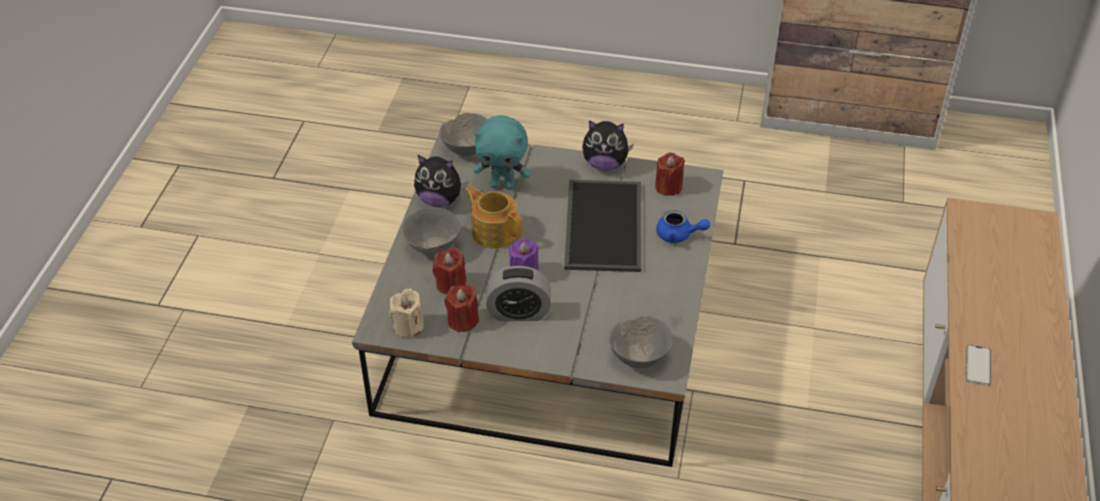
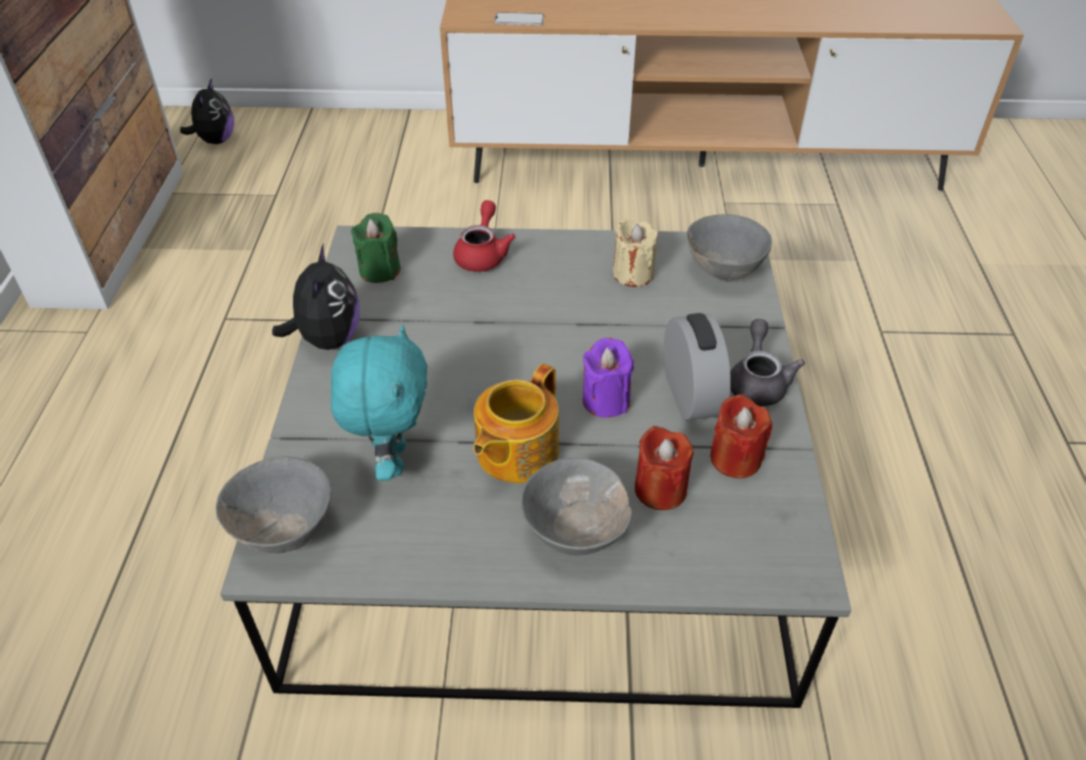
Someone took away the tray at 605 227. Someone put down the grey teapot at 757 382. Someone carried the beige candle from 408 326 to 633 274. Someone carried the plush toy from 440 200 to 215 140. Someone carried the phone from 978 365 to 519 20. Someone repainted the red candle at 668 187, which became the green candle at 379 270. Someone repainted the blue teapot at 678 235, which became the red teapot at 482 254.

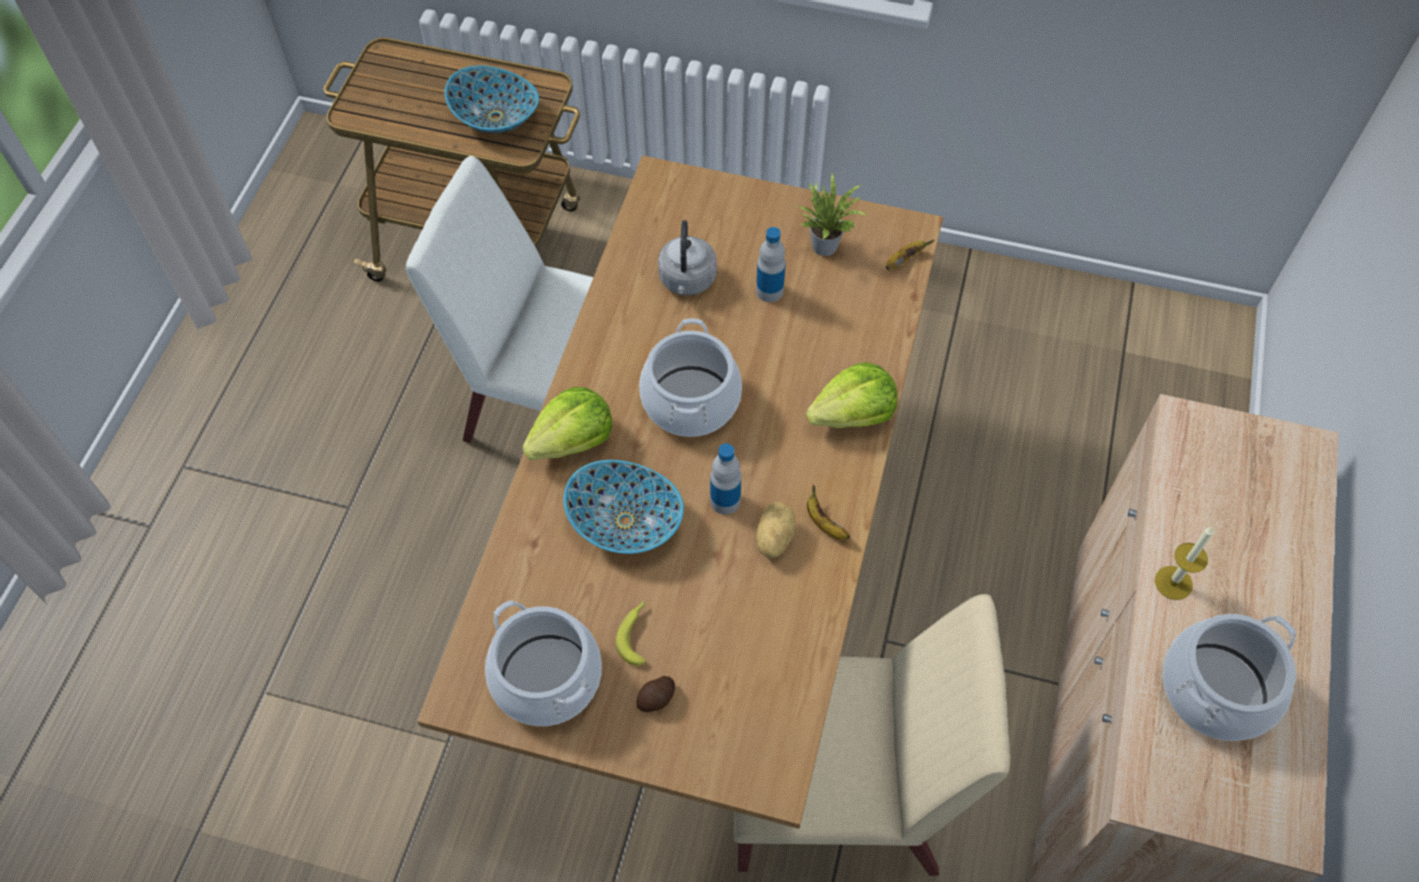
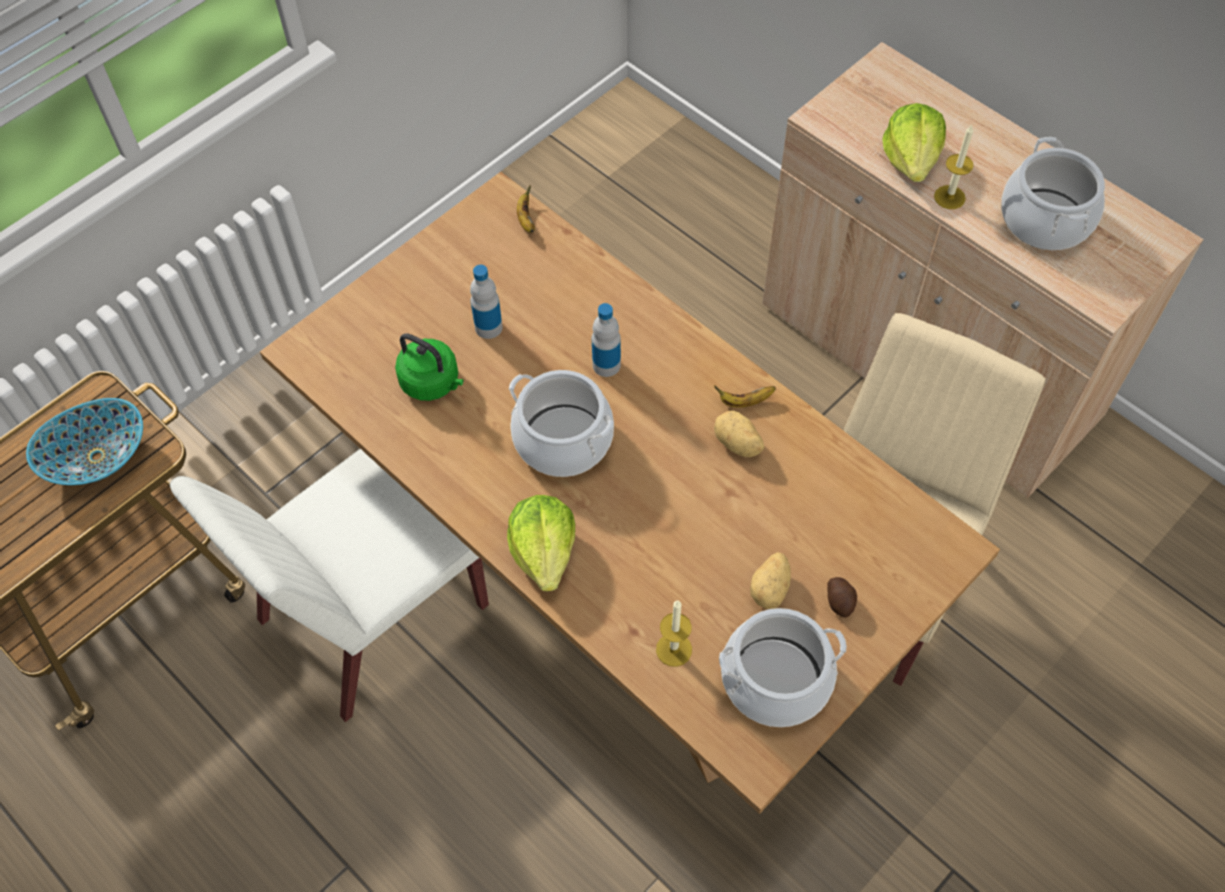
Someone took away the bowl at 625 520. Someone took away the potted plant at 825 243. Someone put down the candle at 674 649. Someone carried the bottle from 725 501 to 606 365. Someone carried the lettuce from 853 414 to 911 159. Someone swapped the banana at 636 634 for the potato at 771 589. Someone repainted the grey kettle at 687 281, which became the green kettle at 432 383.

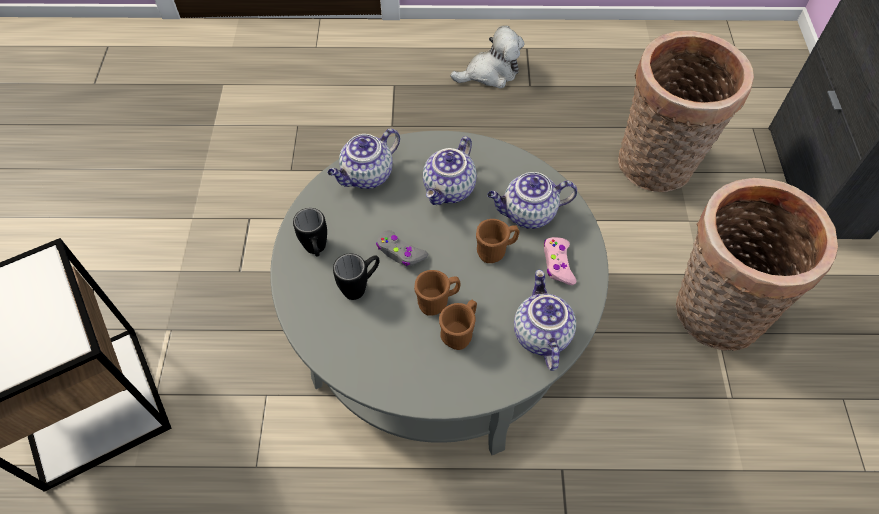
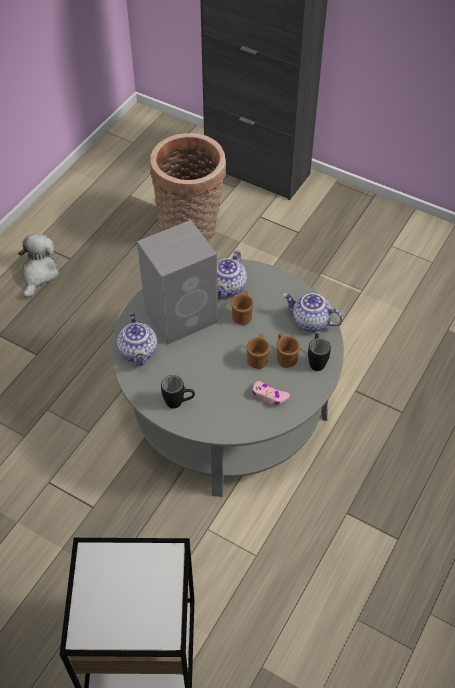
Someone took away the grey game controller at 400 252. Someone took away the basket at 712 314. Someone carried the black mug from 360 286 to 316 360. Someone carried the pink game controller from 558 264 to 269 396. Someone swapped the teapot at 450 190 for the grey speaker at 182 315.

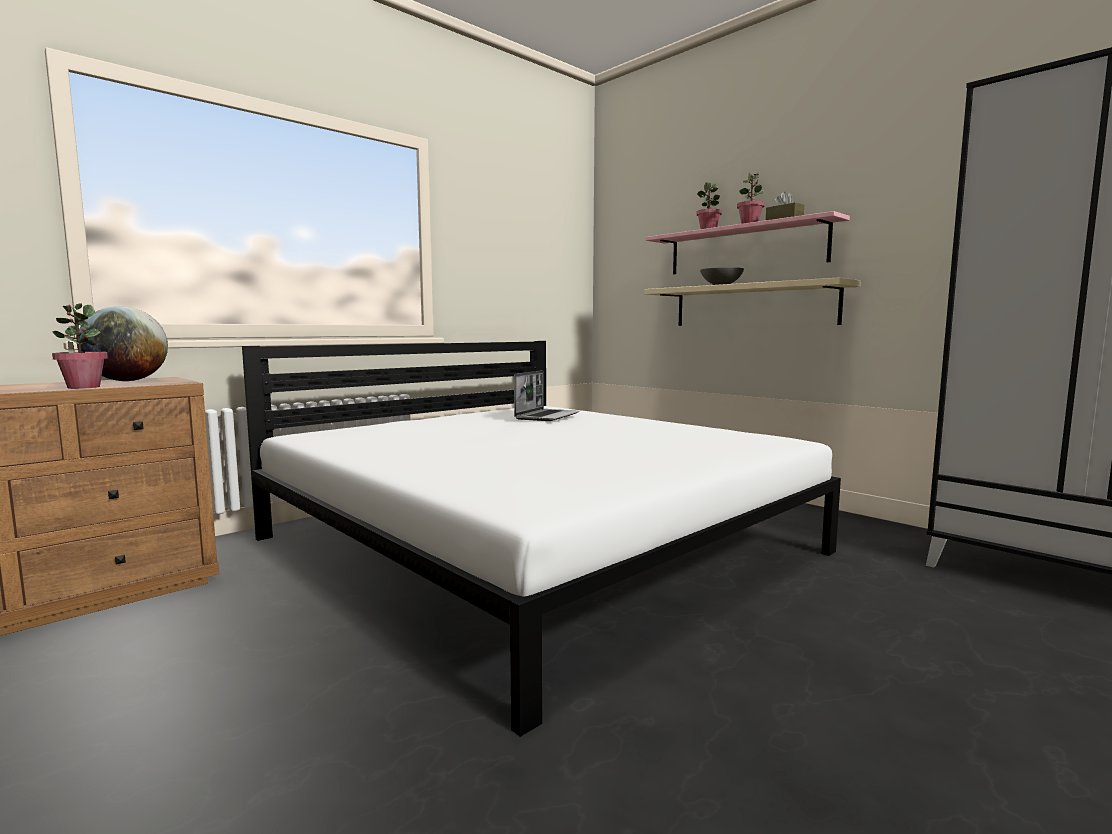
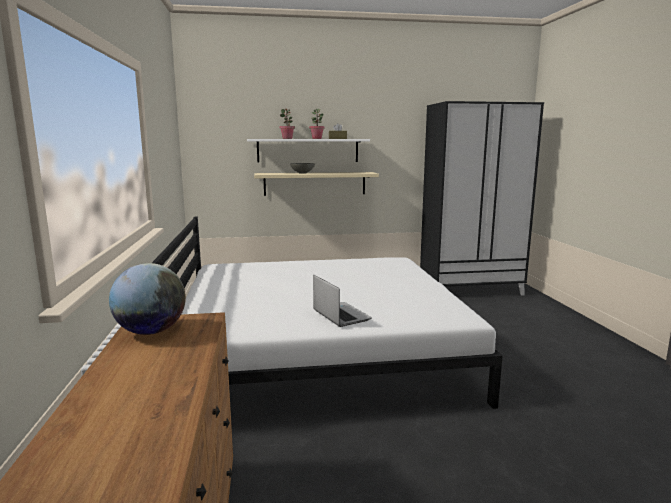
Someone took away the potted plant at 83 387. Someone carried the laptop from 547 416 to 340 315. Someone repainted the pink shelf at 745 249, which became the white shelf at 308 150.

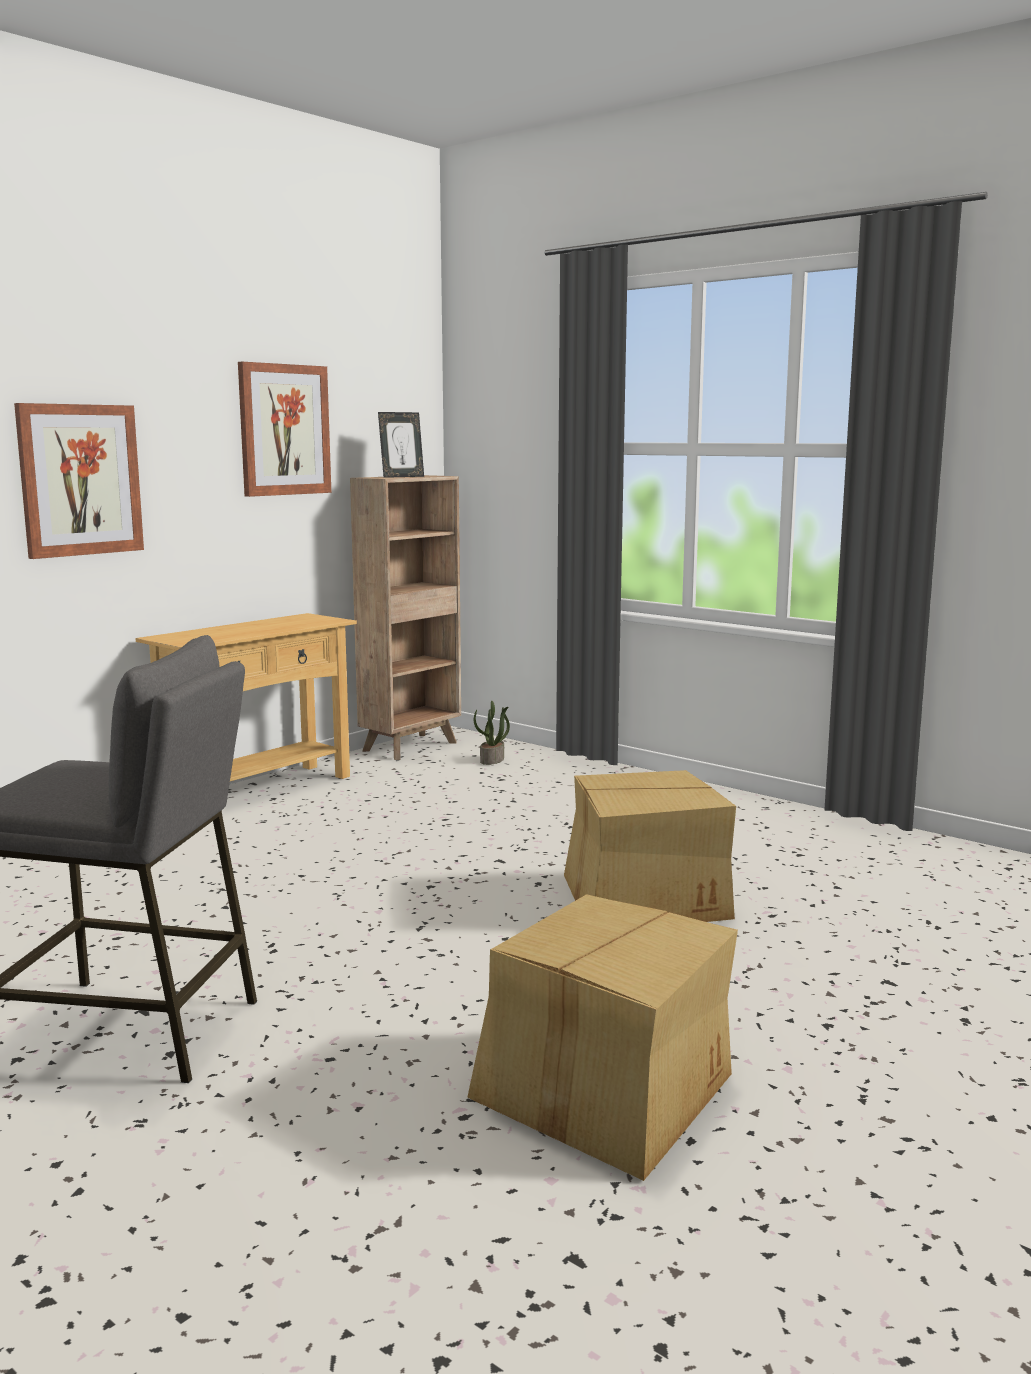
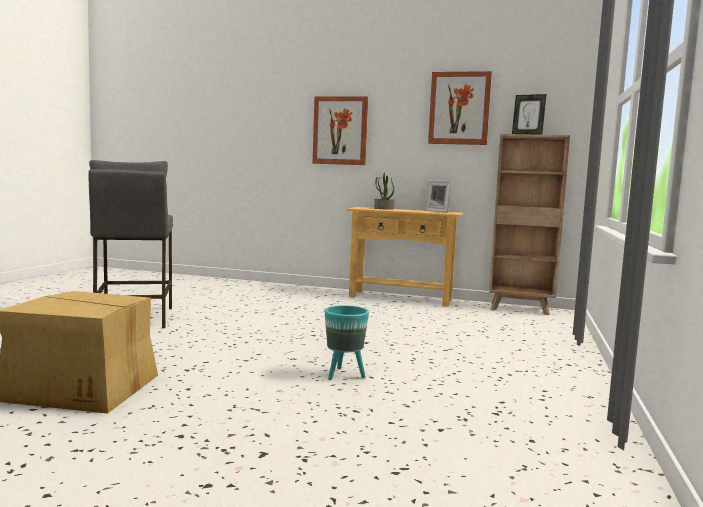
Someone put down the picture frame at 438 211. Someone carried the potted plant from 492 760 to 383 209. Someone swapped the cardboard box at 641 899 for the turquoise planter at 343 375.

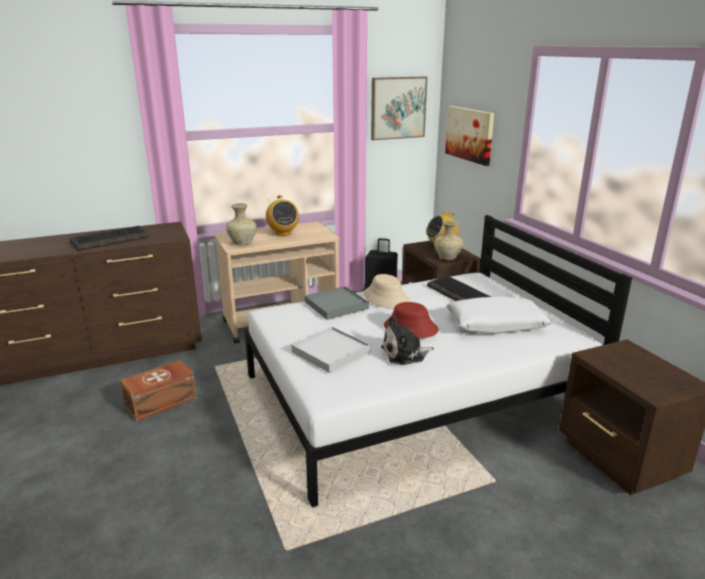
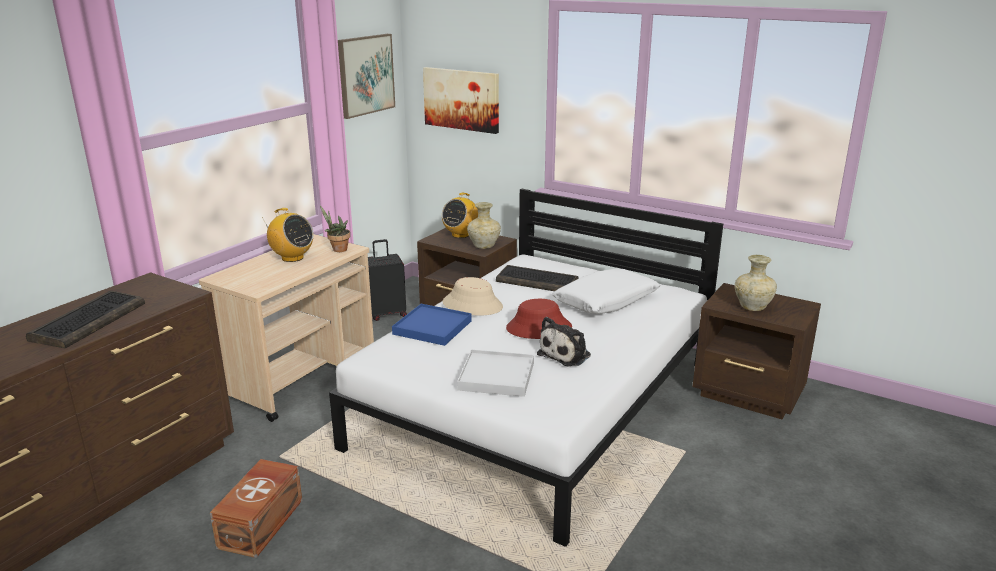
Someone put down the potted plant at 337 249. Someone carried the beige vase from 243 243 to 753 307. Someone repainted the grey tray at 336 305, which became the blue tray at 432 328.

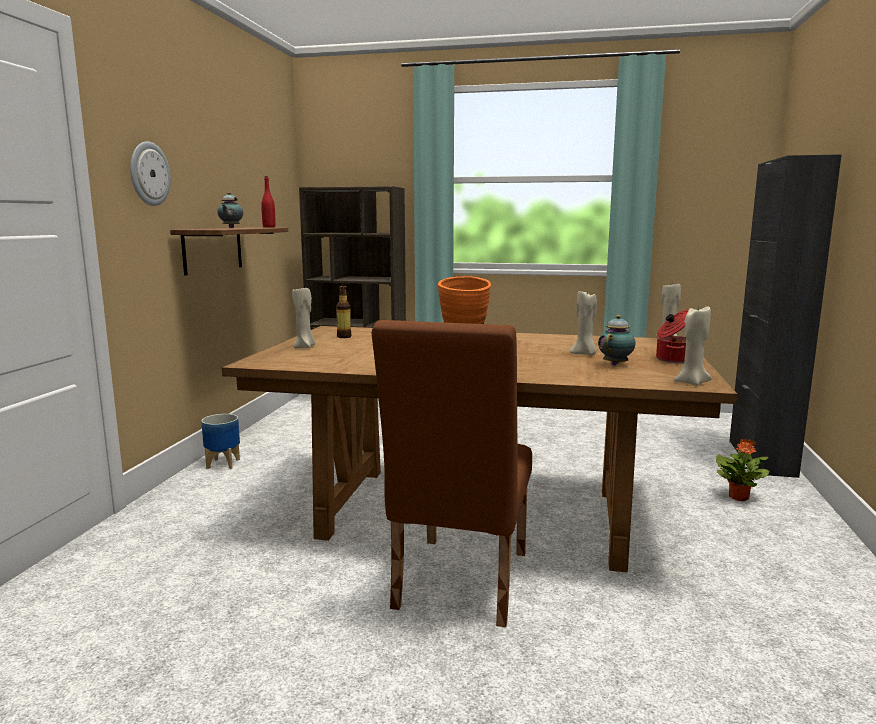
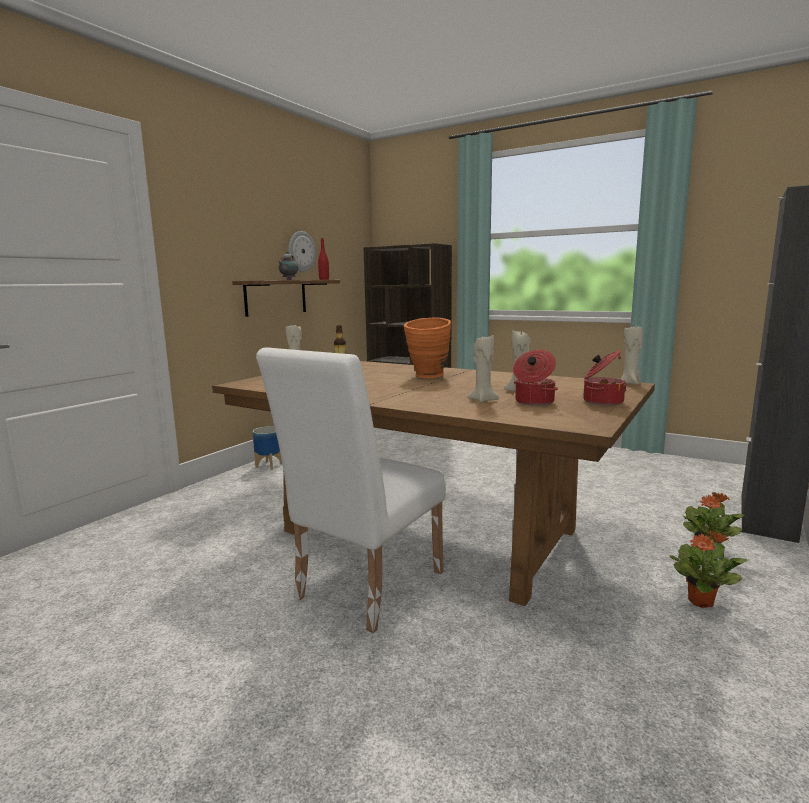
Someone put down the potted plant at 701 601. Someone carried the wall clock from 149 174 to 301 251. Someone carried the beige candle from 691 382 to 483 400. Someone swapped the teapot at 616 364 for the cooking pot at 533 402. Someone repainted the brown chair at 458 586, which became the white chair at 362 589.

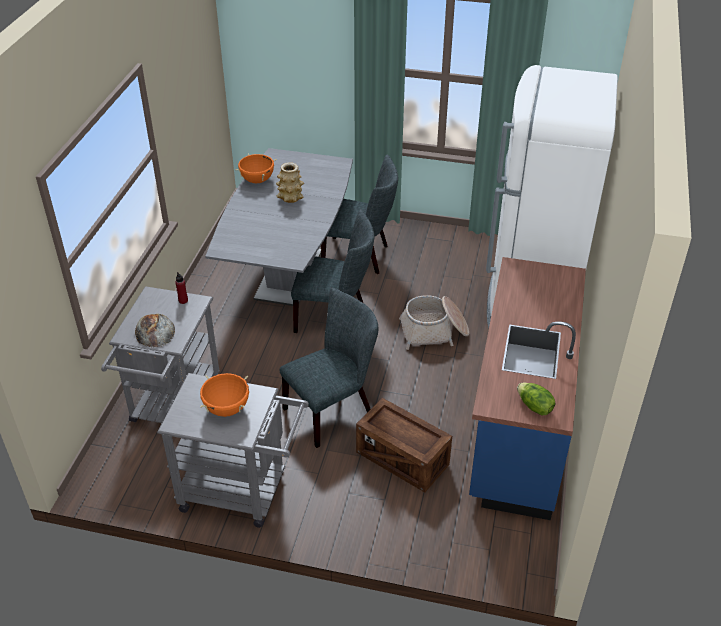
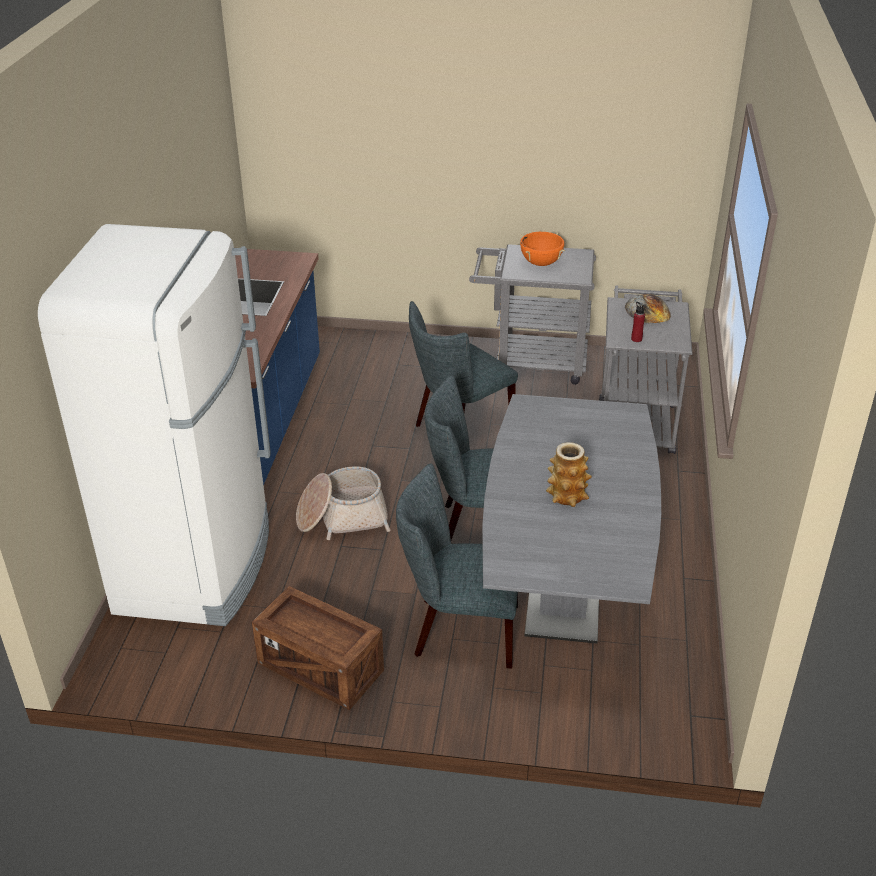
Someone took away the orange cooking pot at 257 180. Someone took away the lettuce at 534 407. Someone carried the crate from 402 459 to 321 667.

